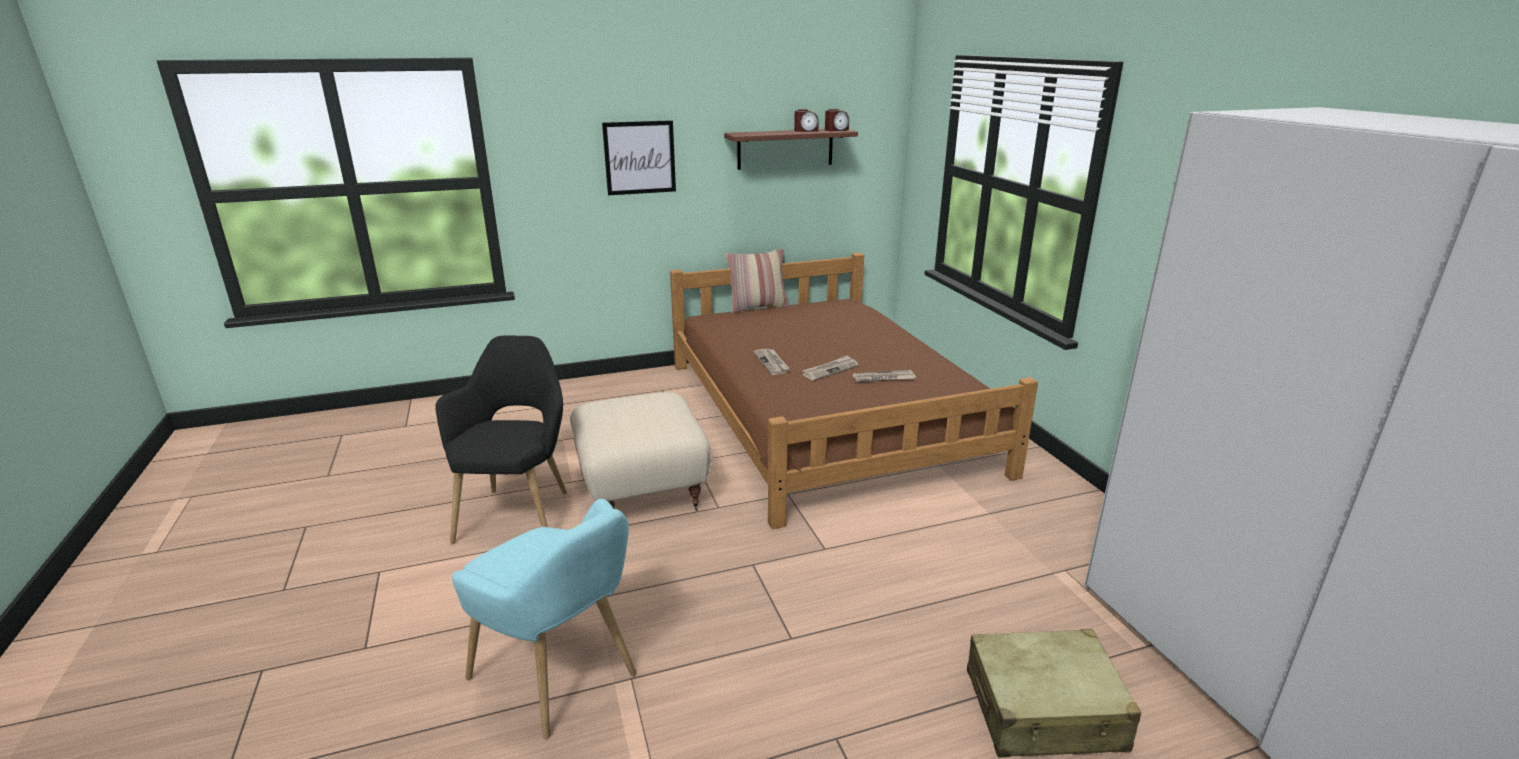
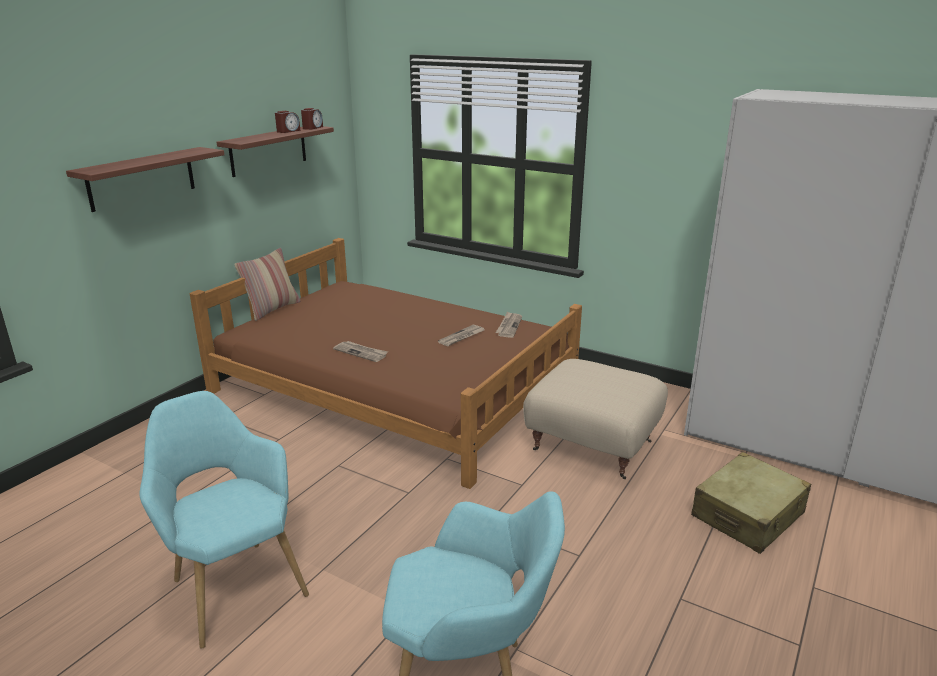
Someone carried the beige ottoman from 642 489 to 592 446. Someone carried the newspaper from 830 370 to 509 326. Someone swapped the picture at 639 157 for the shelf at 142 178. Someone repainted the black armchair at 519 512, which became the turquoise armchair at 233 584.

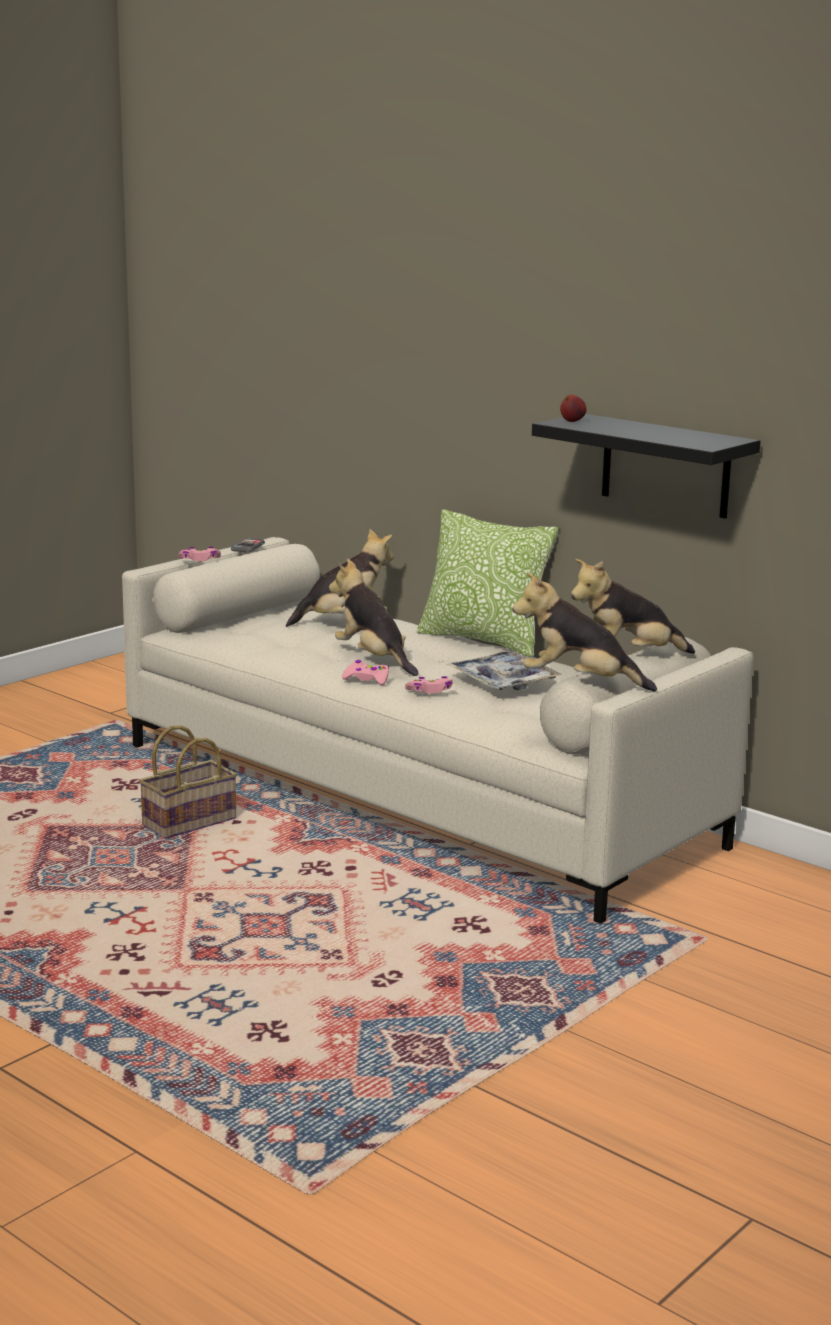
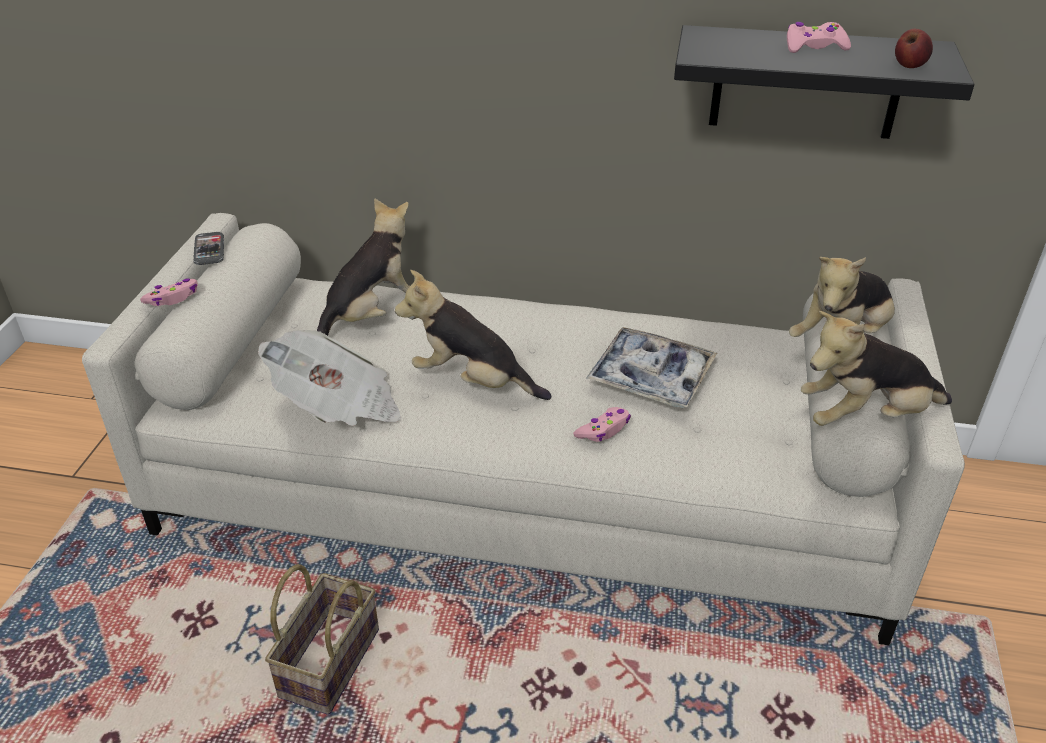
Someone took away the pillow at 483 640. Someone put down the newspaper at 338 407. Someone carried the pink game controller from 367 679 to 814 47. Someone carried the apple from 572 421 to 909 66.

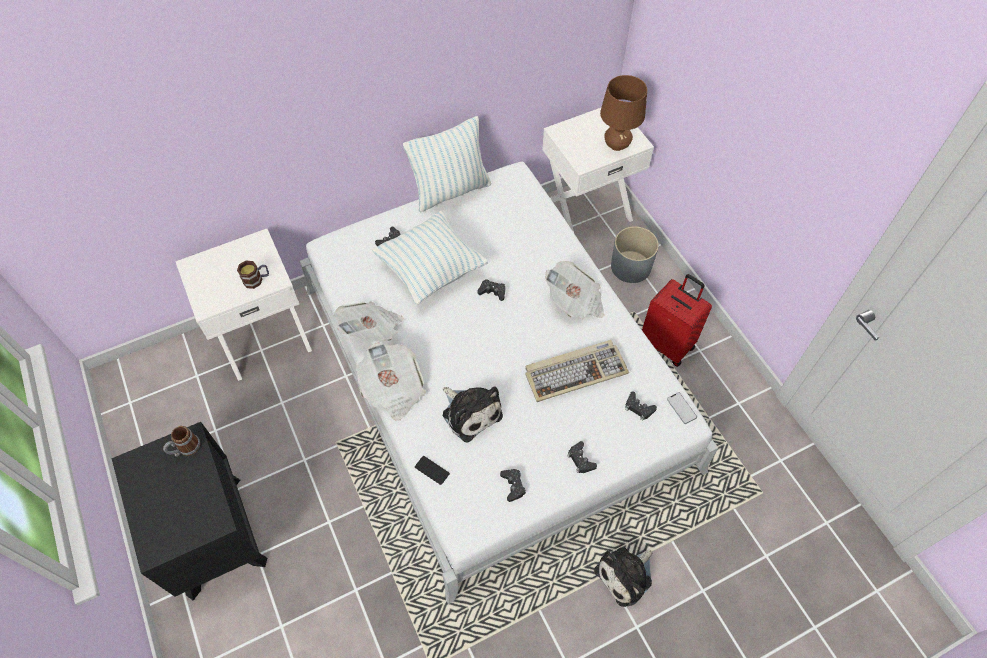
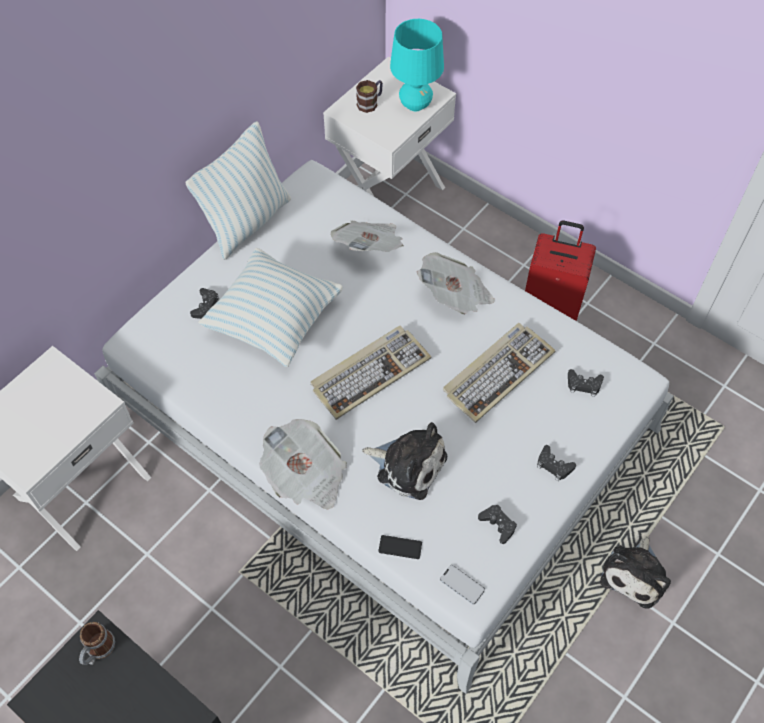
Someone took away the black game controller at 492 292. Someone took away the grey planter at 630 267. Someone put down the keyboard at 370 372. Someone carried the mug from 257 280 to 370 103. Someone carried the newspaper from 372 330 to 370 248. Someone carried the phone from 681 408 to 462 584. Someone repainted the brown table lamp at 617 145, which became the turquoise table lamp at 415 105.

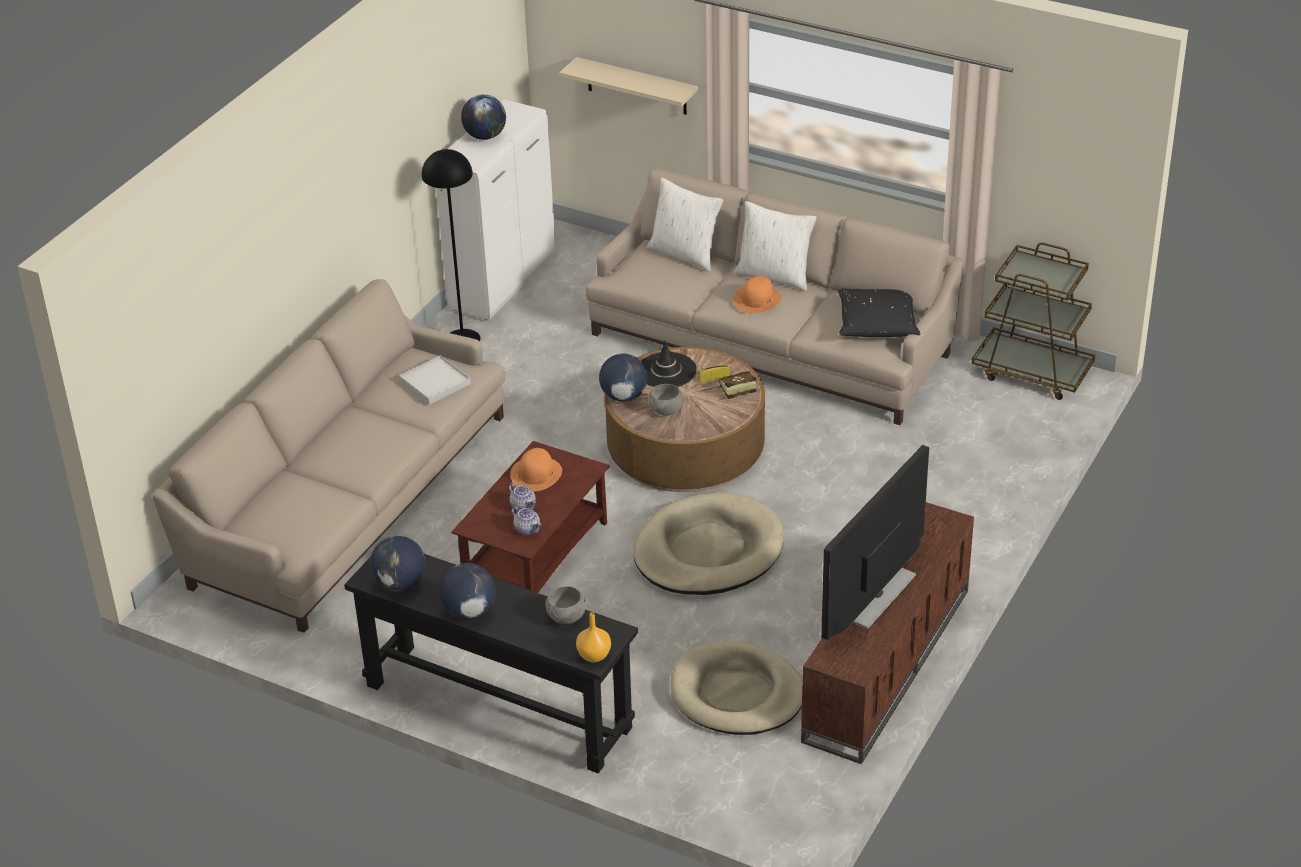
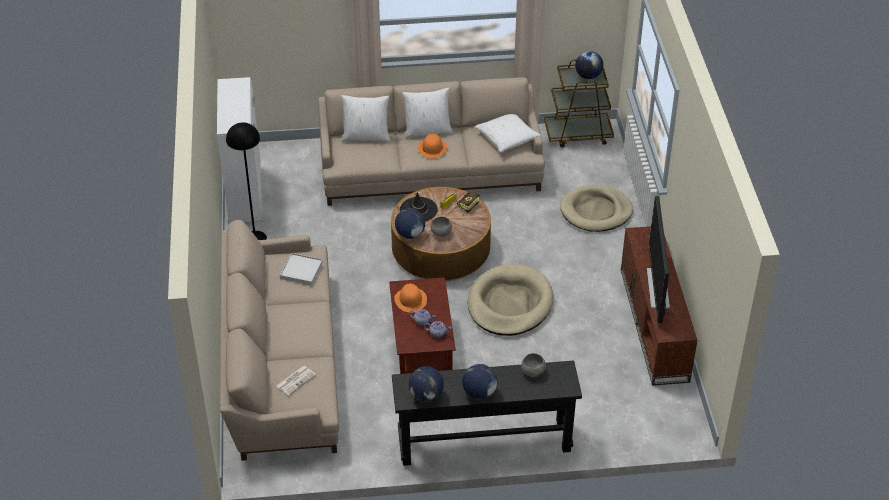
Someone took away the beige shelf at 637 86. Someone took away the orange vase at 594 655. Someone put down the newspaper at 296 380. Someone carried the globe from 485 136 to 588 76. Someone carried the beige dog bed from 737 694 to 596 211. Someone repainted the black pillow at 877 323, which became the white pillow at 507 137.

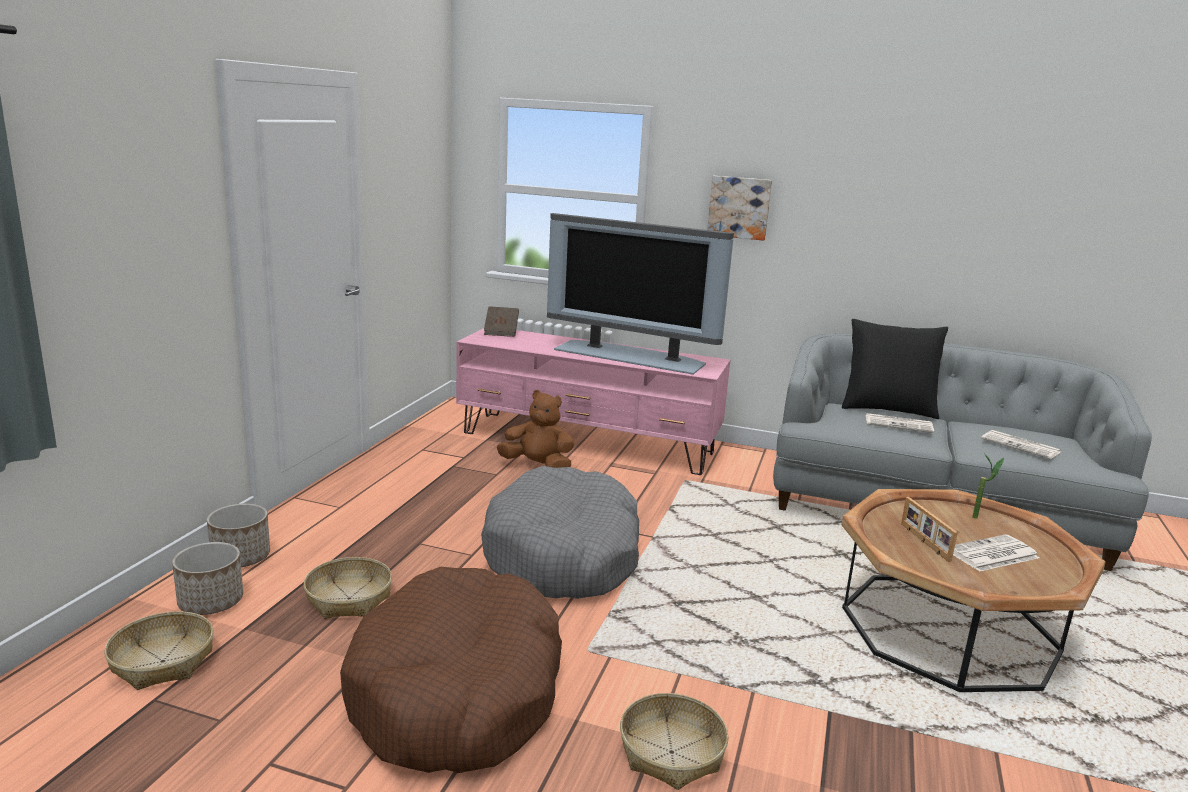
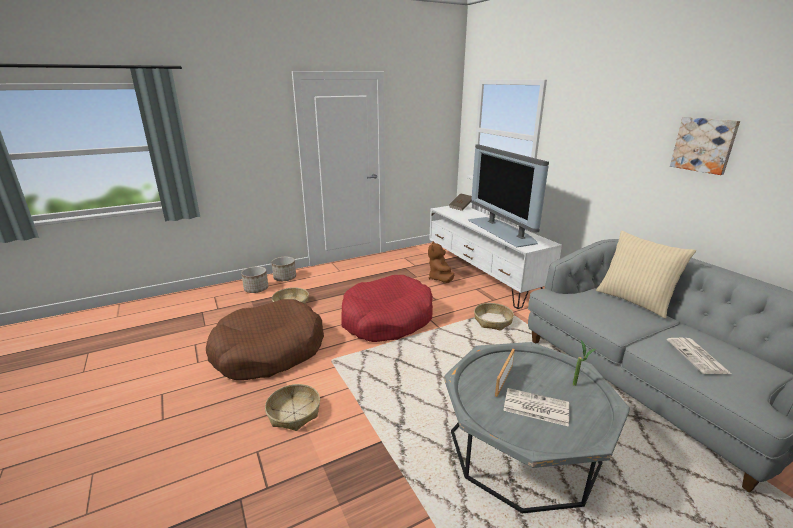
Someone took away the newspaper at 899 424. Someone carried the basket from 162 662 to 492 321. Someone carried the picture from 739 207 to 704 145. Someone repainted the pink tv stand at 588 442, which became the white tv stand at 483 275. Someone repainted the grey dog bed at 563 555, which became the red dog bed at 386 319. Someone repainted the brown coffee table at 948 630, which became the grey coffee table at 523 448. Someone repainted the black pillow at 887 409, which became the beige pillow at 634 301. Someone rotated the brown plush toy at 538 466 by 150 degrees counterclockwise.

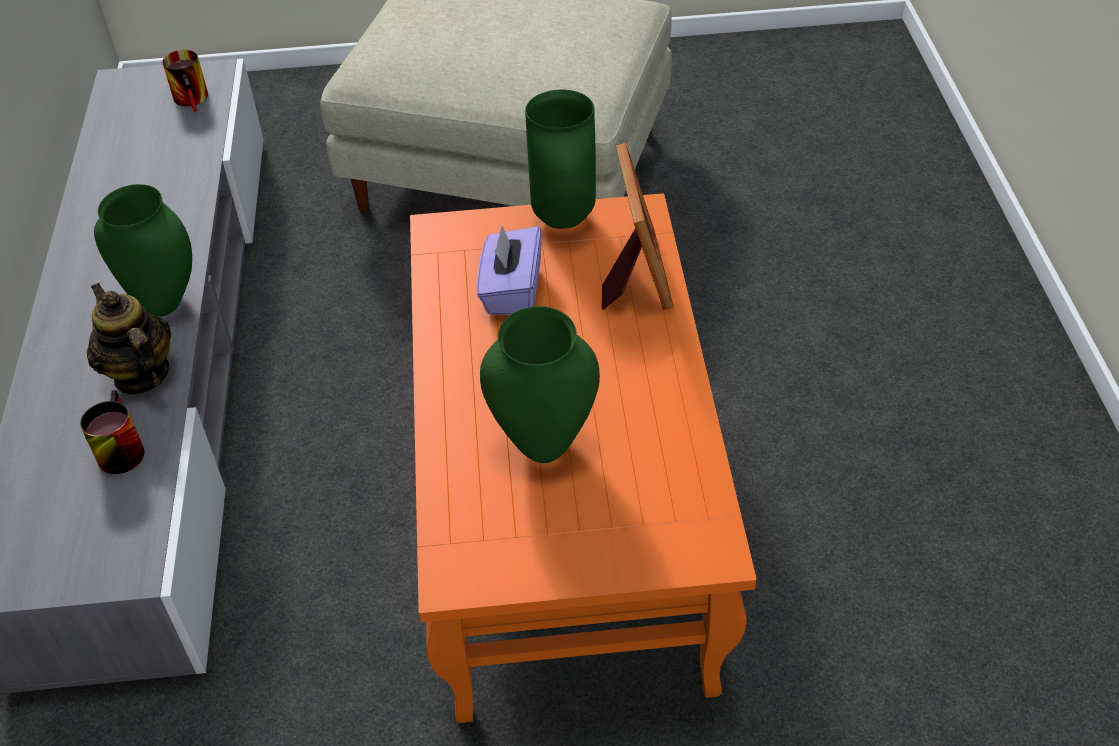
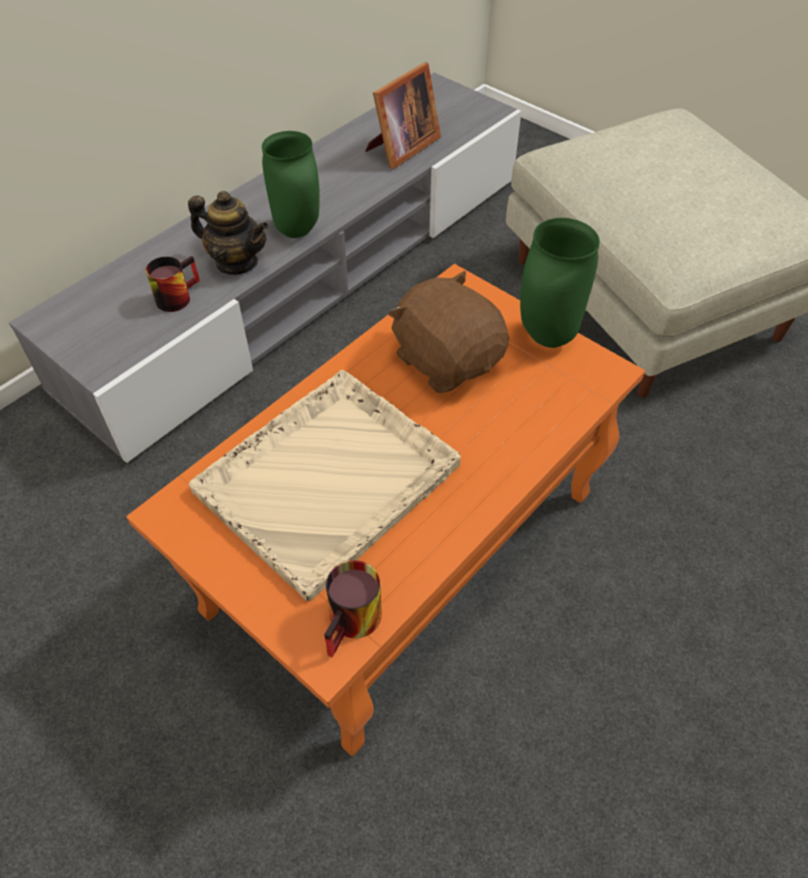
Someone carried the mug from 195 99 to 355 624. Someone carried the picture frame from 634 275 to 401 148. Someone swapped the purple tissue box at 511 291 for the brown plush toy at 447 360. Someone swapped the green vase at 544 444 for the beige tray at 329 477. Someone rotated the teapot at 141 375 by 105 degrees clockwise.

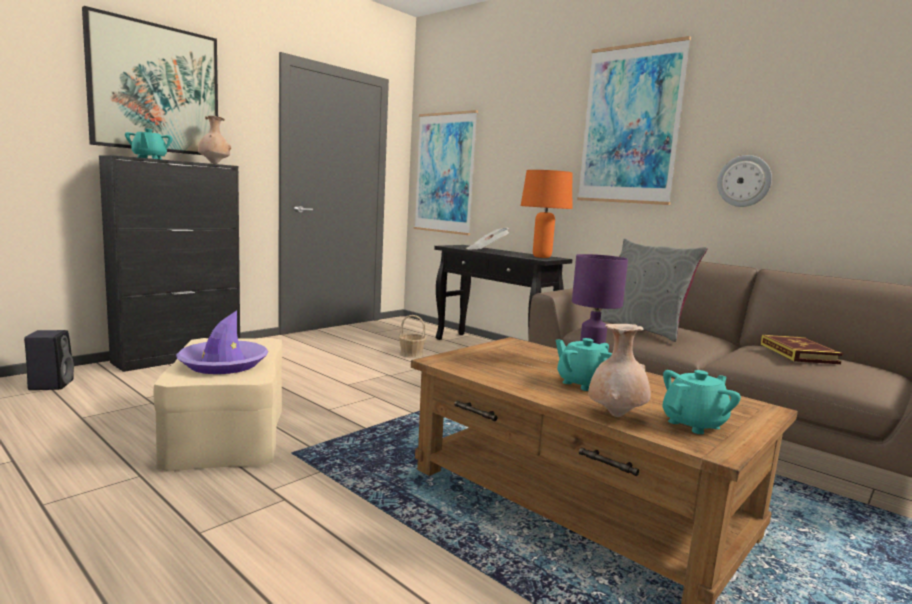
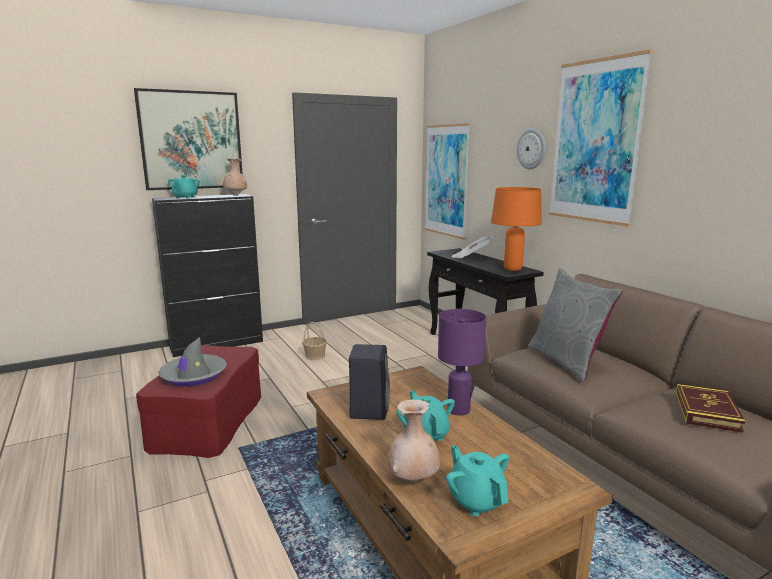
Someone carried the black speaker from 51 384 to 369 409. Someone carried the basket from 411 354 to 315 356. Someone carried the wall clock from 744 181 to 531 149. Someone repainted the beige ottoman at 227 431, which became the red ottoman at 208 421. Someone repainted the purple hat at 223 364, which became the grey hat at 194 376. Someone rotated the turquoise teapot at 694 424 by 105 degrees counterclockwise.

